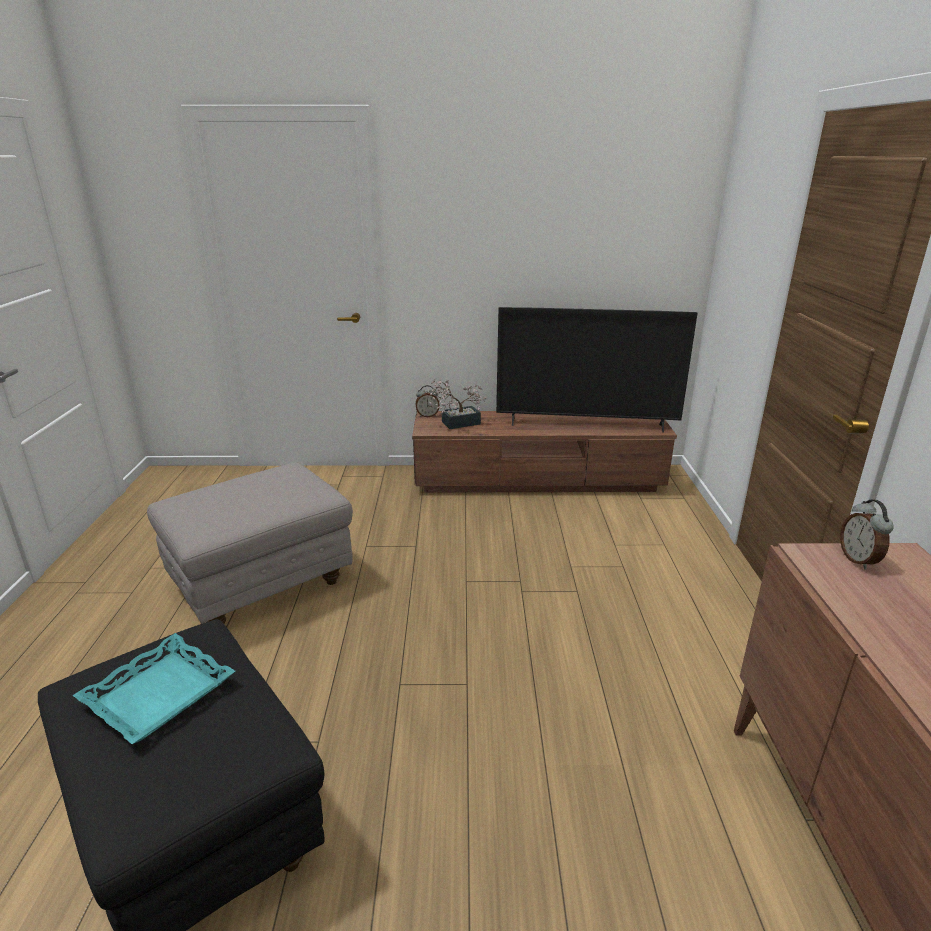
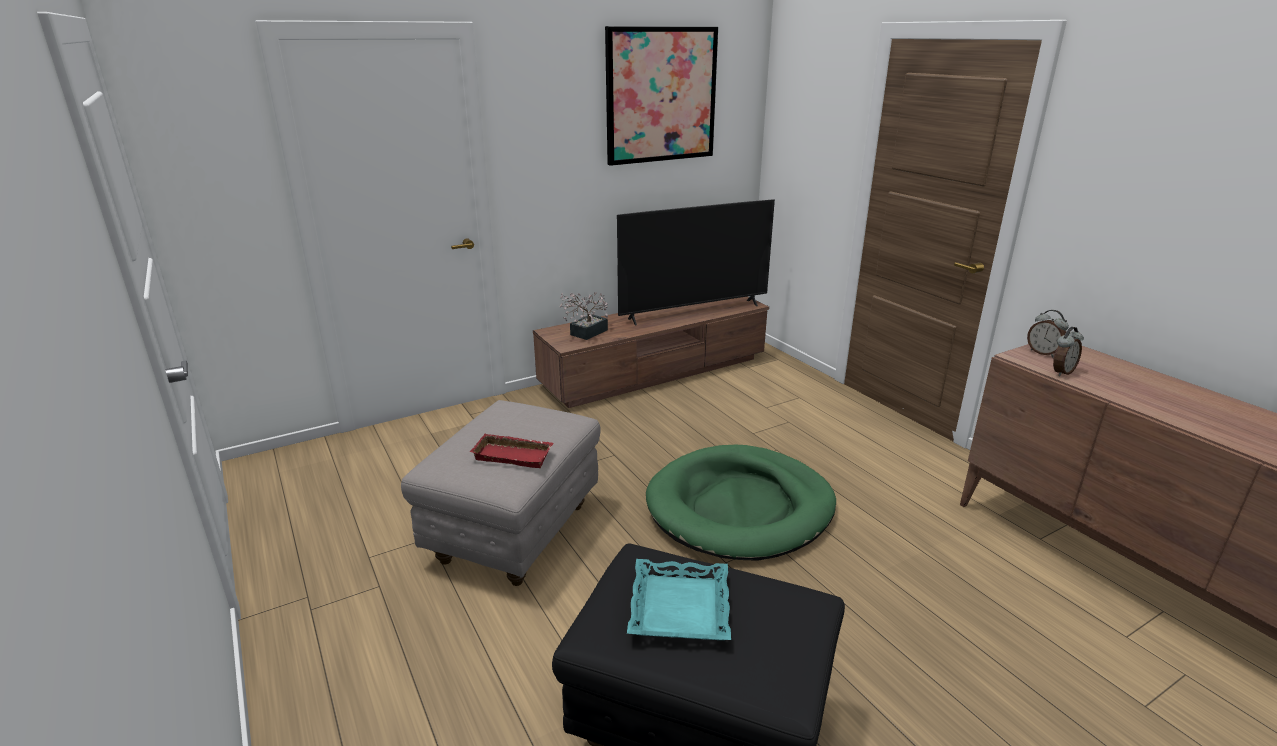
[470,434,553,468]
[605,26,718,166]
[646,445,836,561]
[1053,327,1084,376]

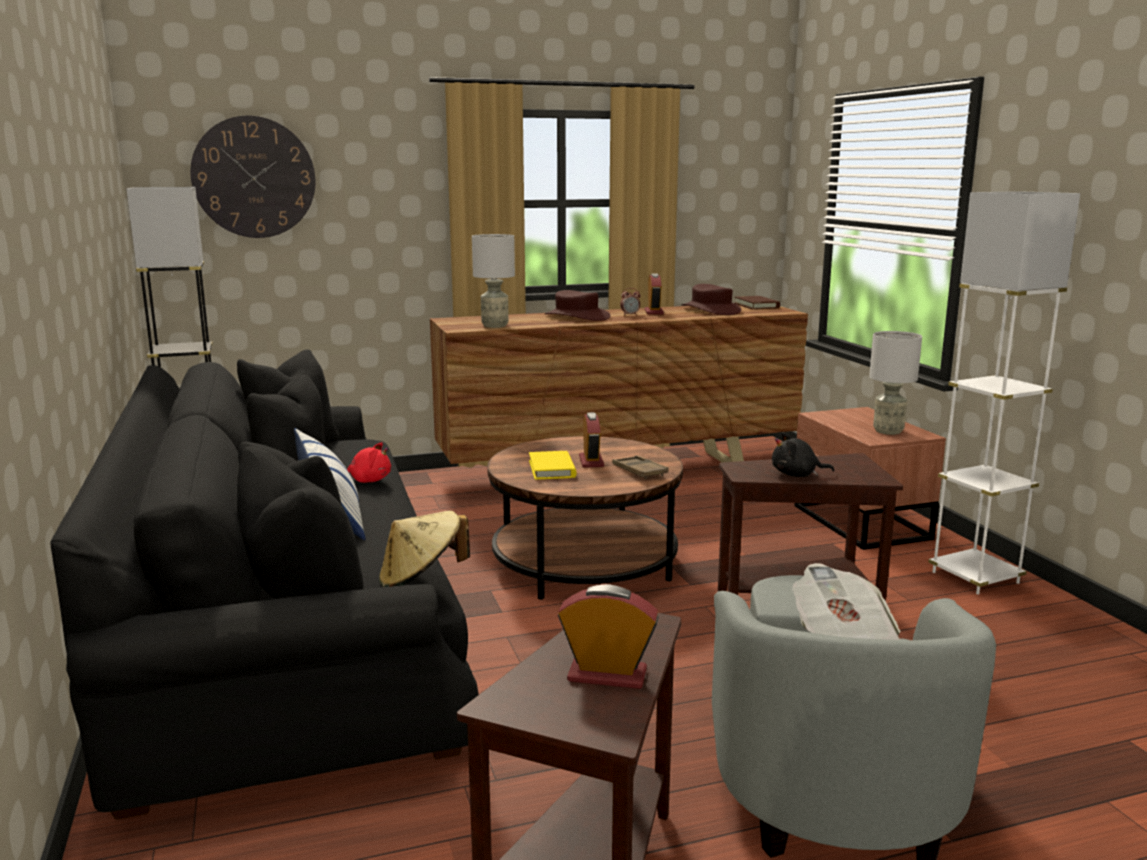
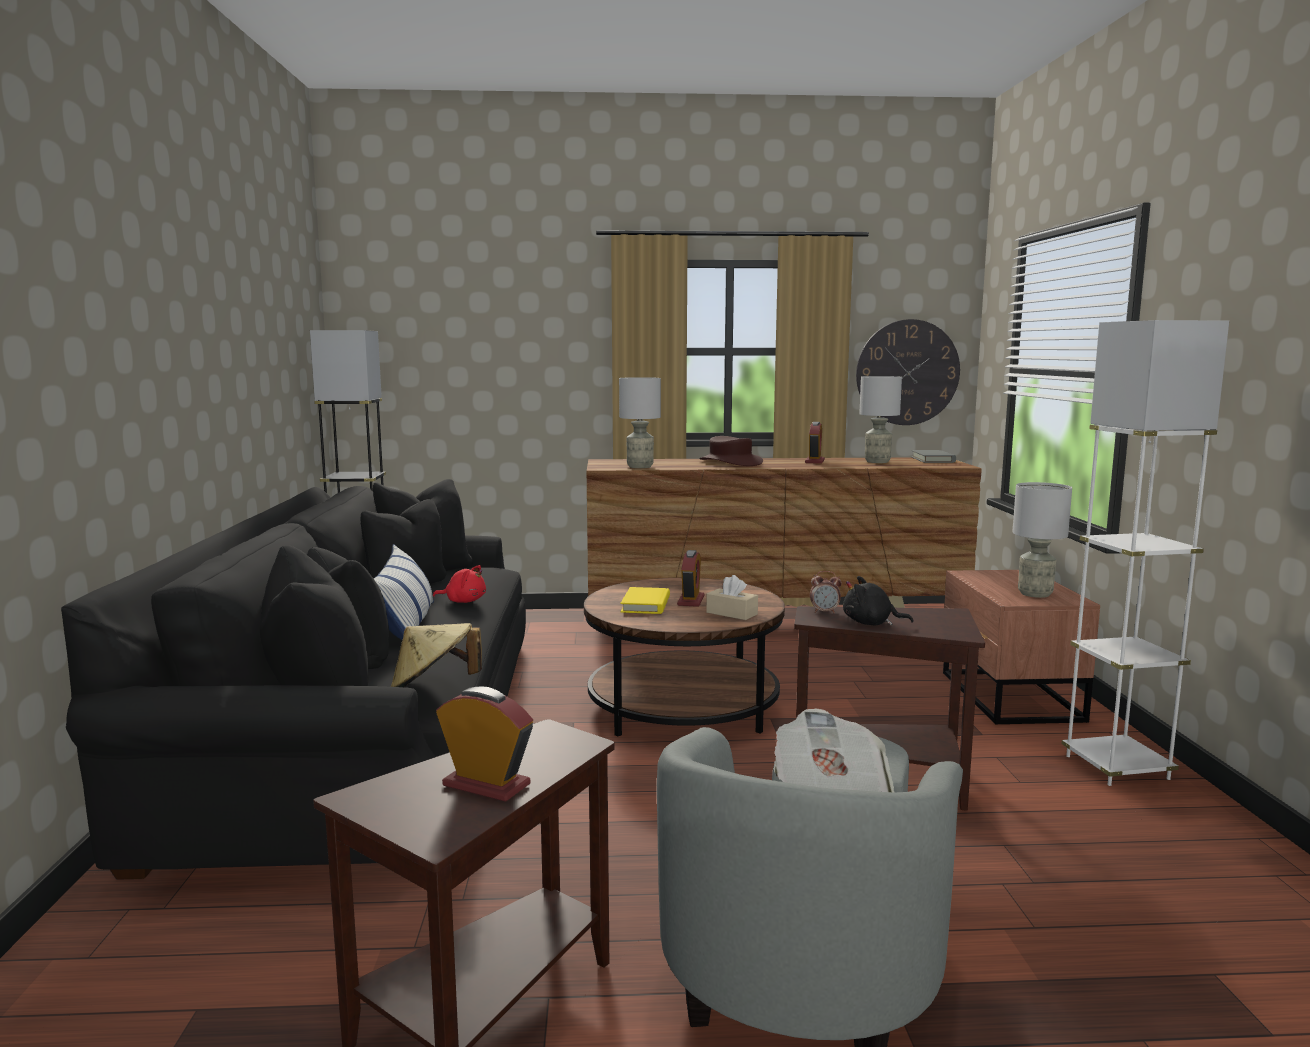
[706,575,758,620]
[810,571,842,613]
[856,319,960,425]
[859,376,902,463]
[911,450,956,463]

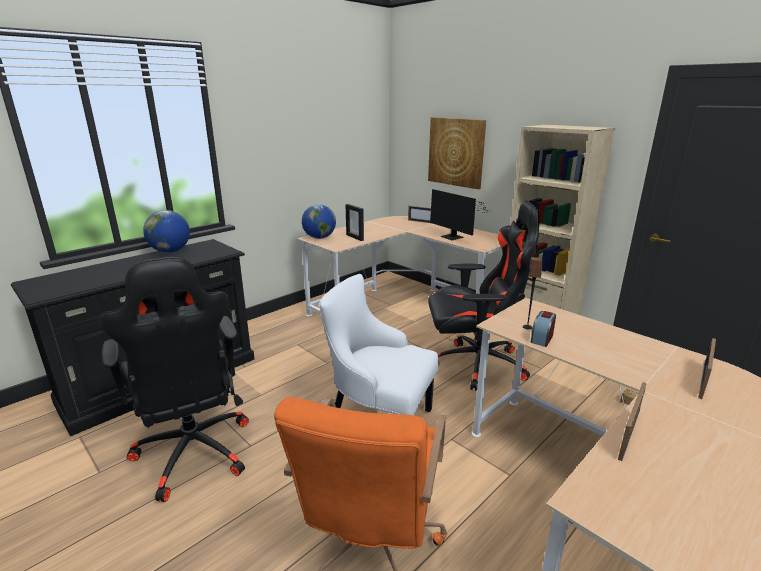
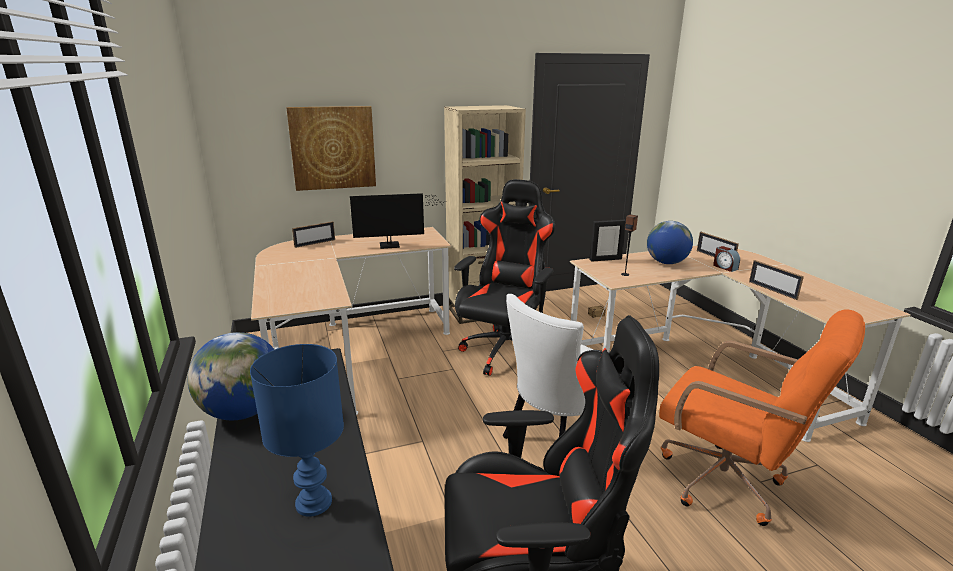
[250,344,344,517]
[589,220,626,262]
[647,221,693,264]
[713,246,740,272]

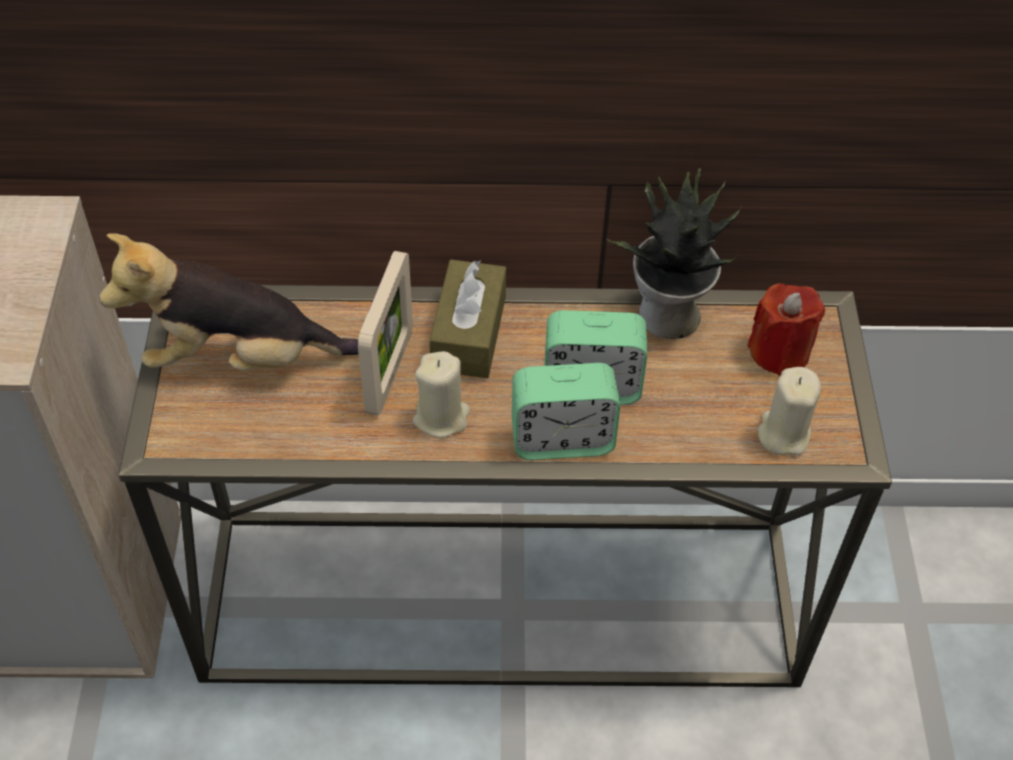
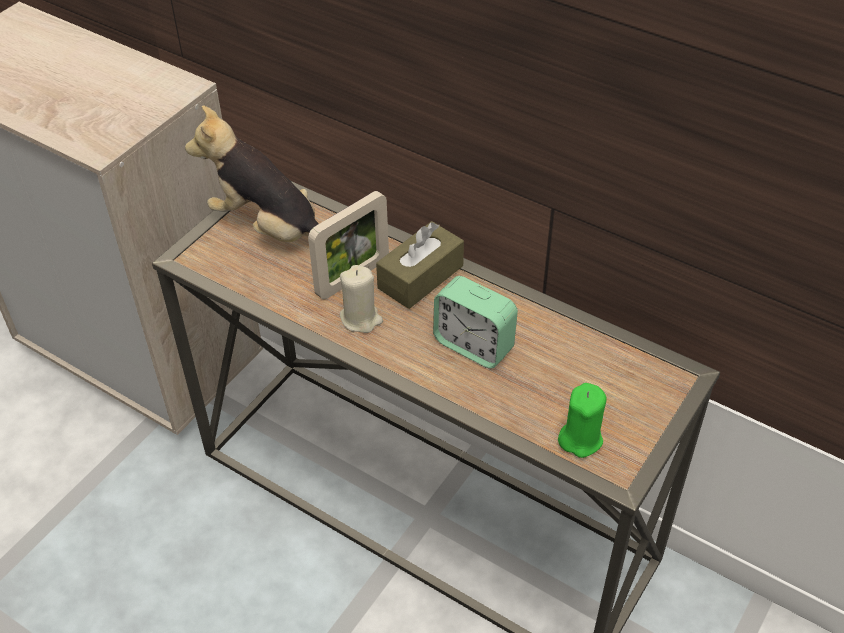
[558,383,607,458]
[512,363,620,460] (first image)
[607,168,743,339] (first image)
[747,283,825,376] (first image)

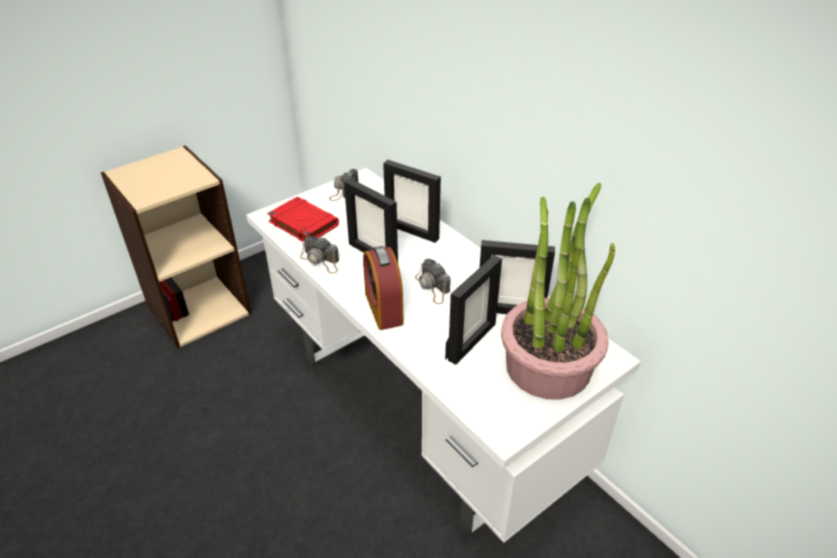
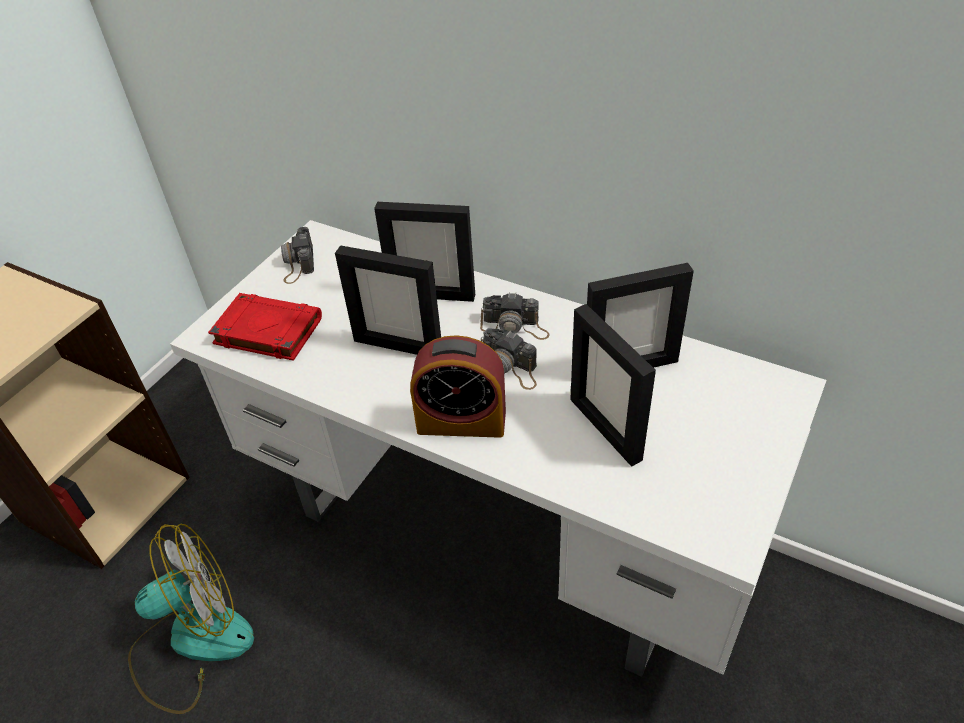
[128,524,254,714]
[410,335,506,438]
[480,292,550,340]
[570,304,656,467]
[501,183,615,400] (first image)

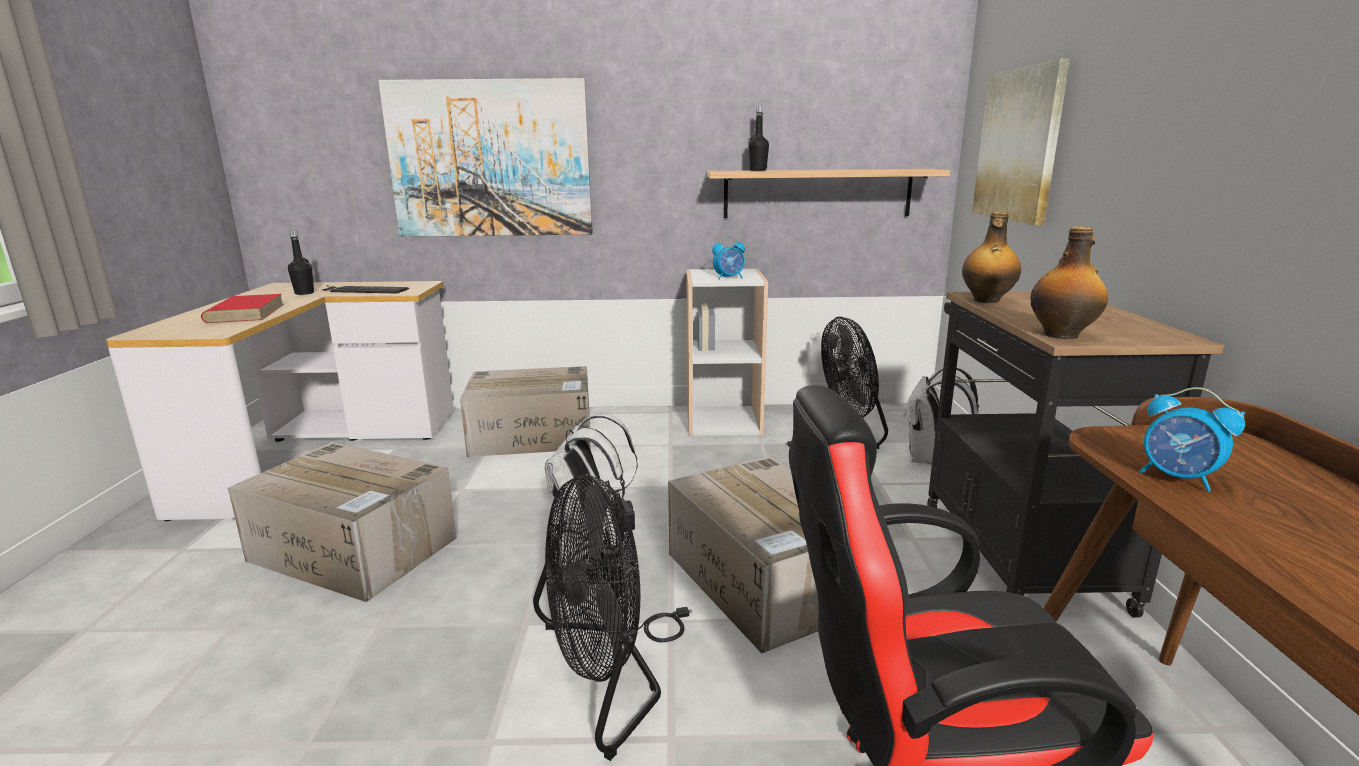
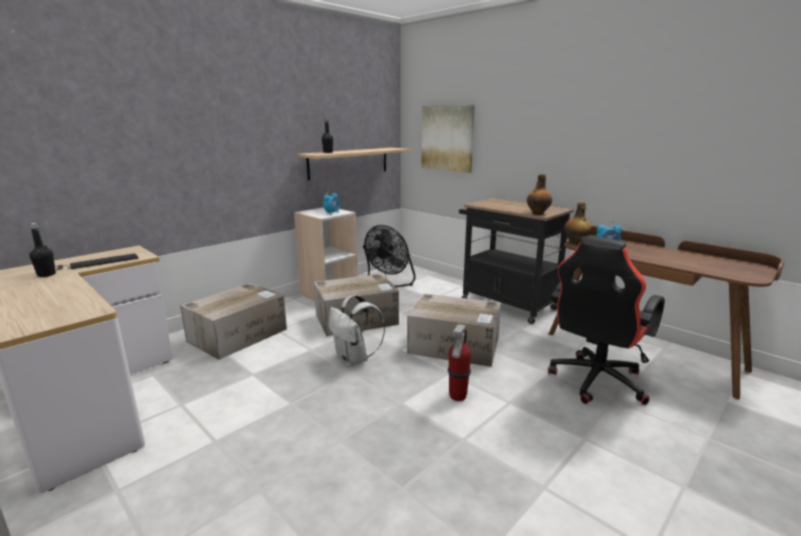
[314,274,399,337]
[448,324,471,401]
[564,202,592,244]
[201,294,284,323] (first image)
[378,78,593,237] (first image)
[905,367,979,465] (first image)

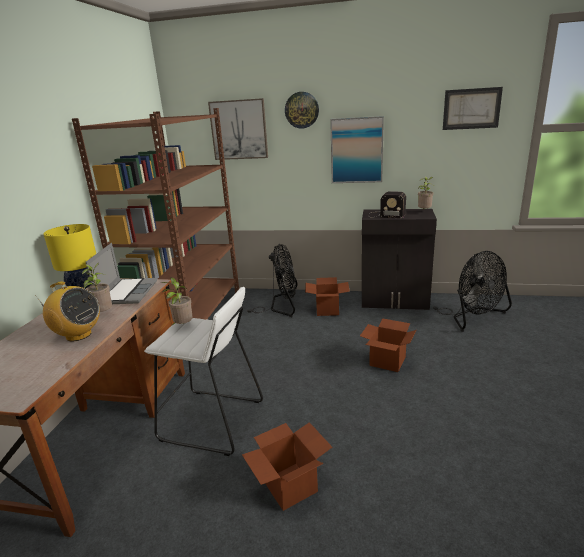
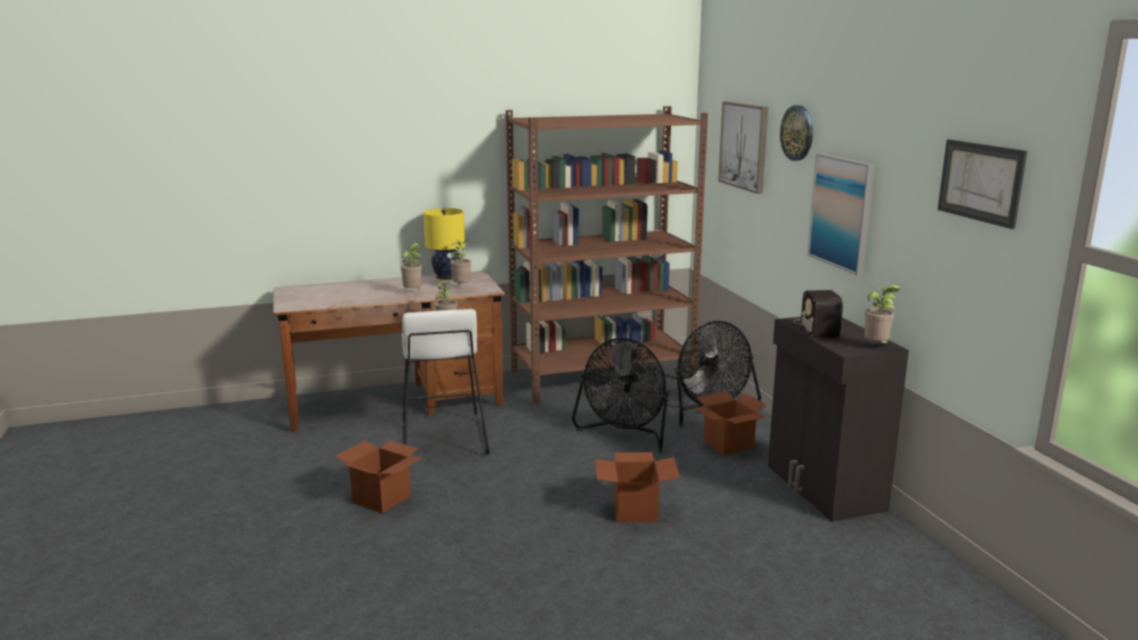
[450,239,471,284]
[572,338,670,452]
[35,281,100,341] (first image)

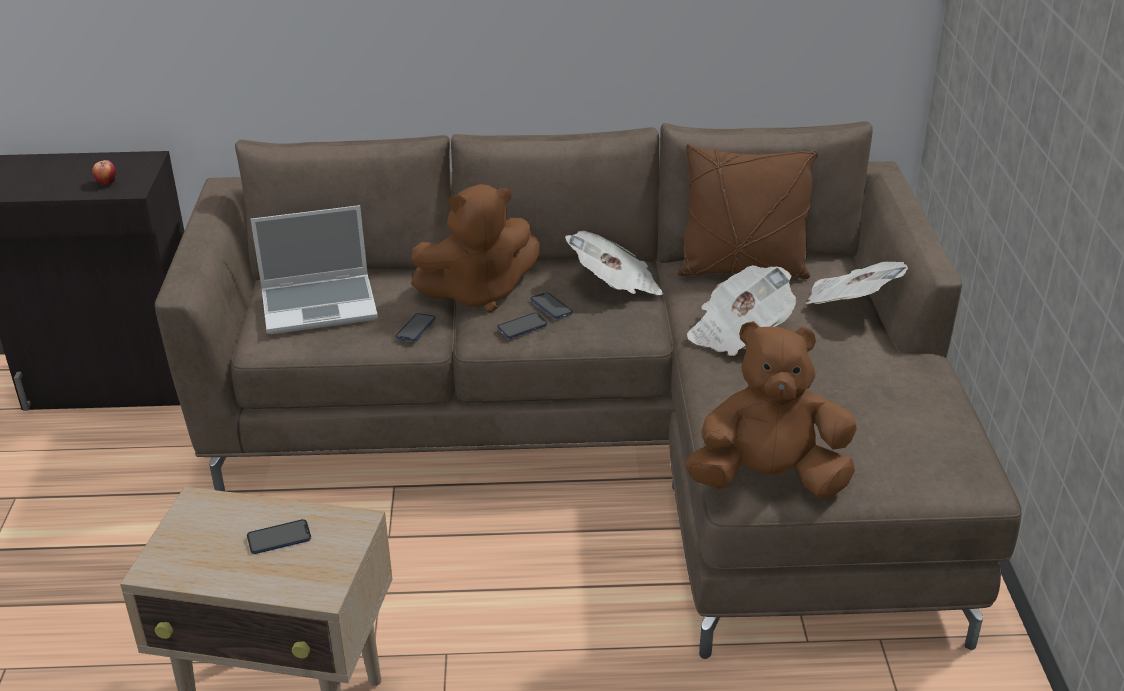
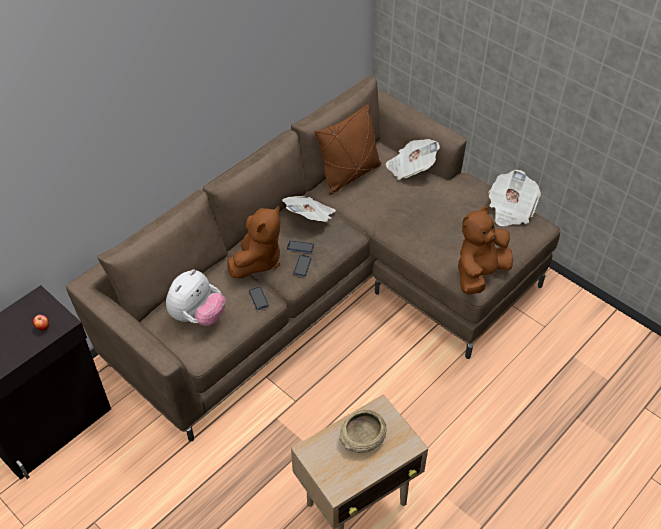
[166,269,226,326]
[339,410,387,453]
[488,170,541,226]

